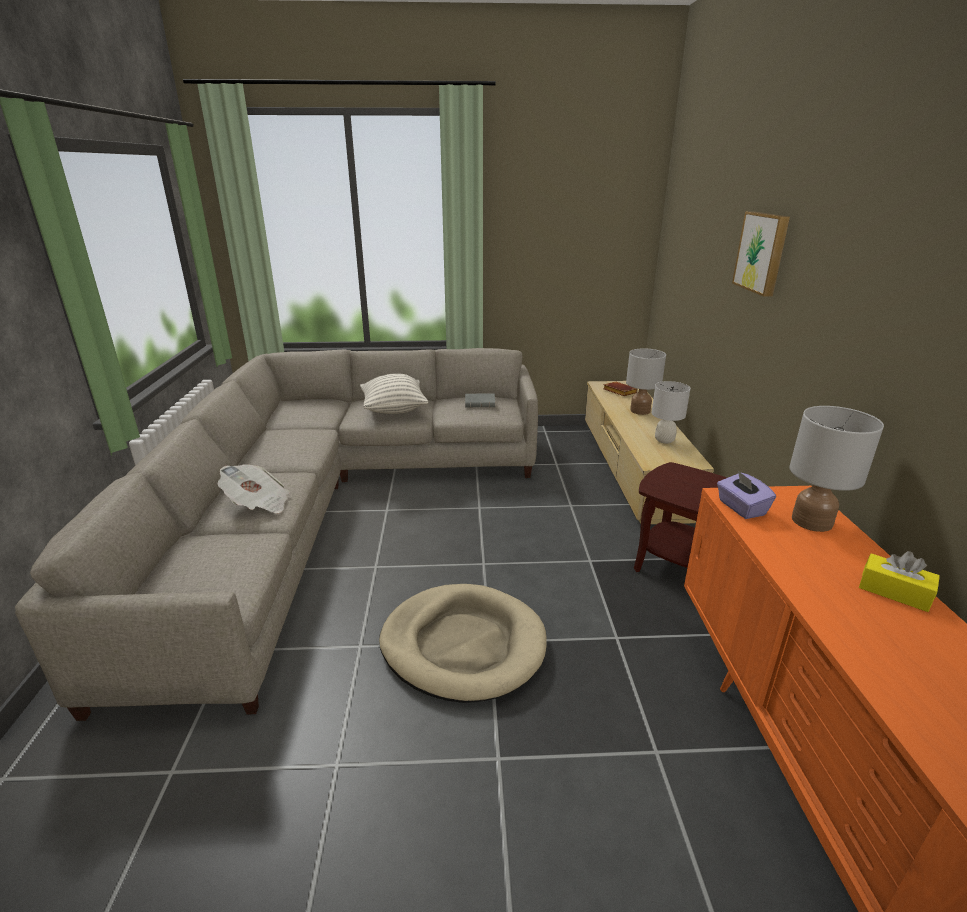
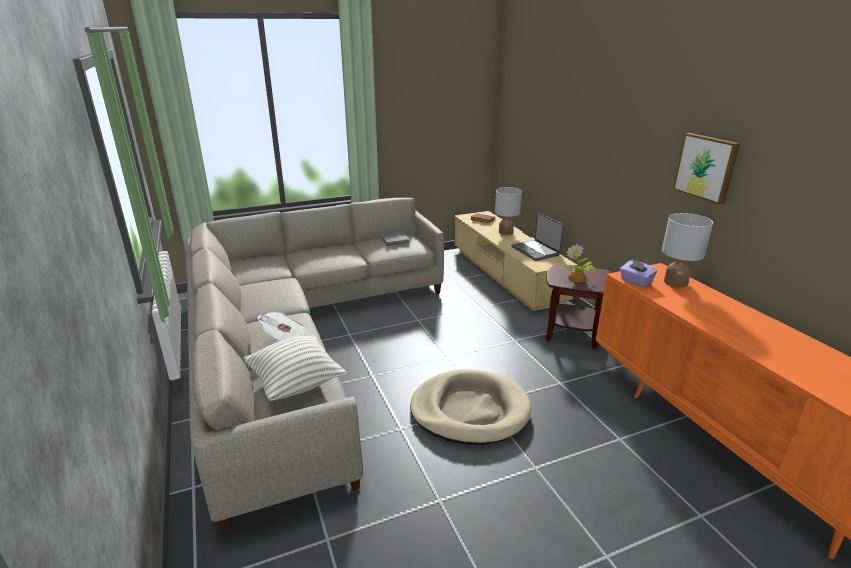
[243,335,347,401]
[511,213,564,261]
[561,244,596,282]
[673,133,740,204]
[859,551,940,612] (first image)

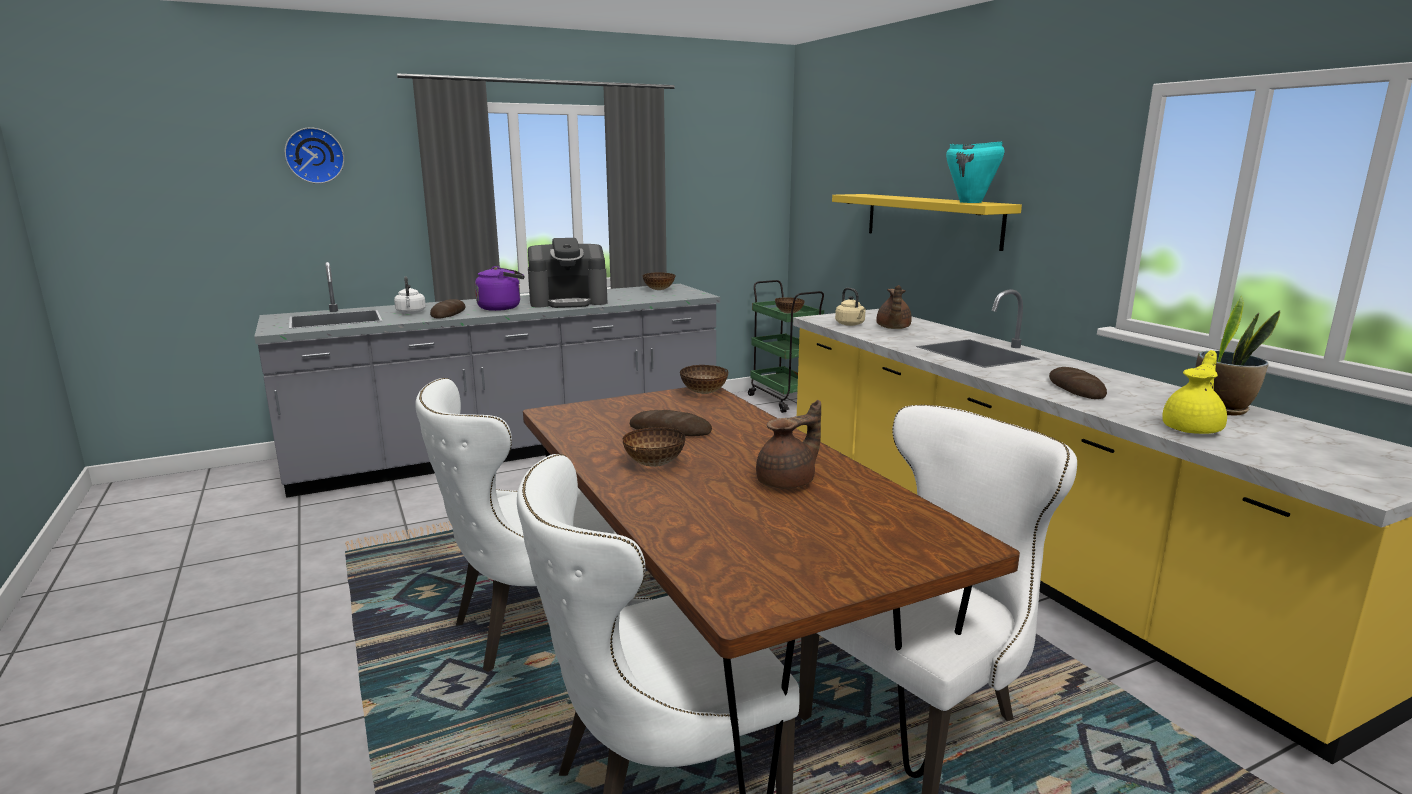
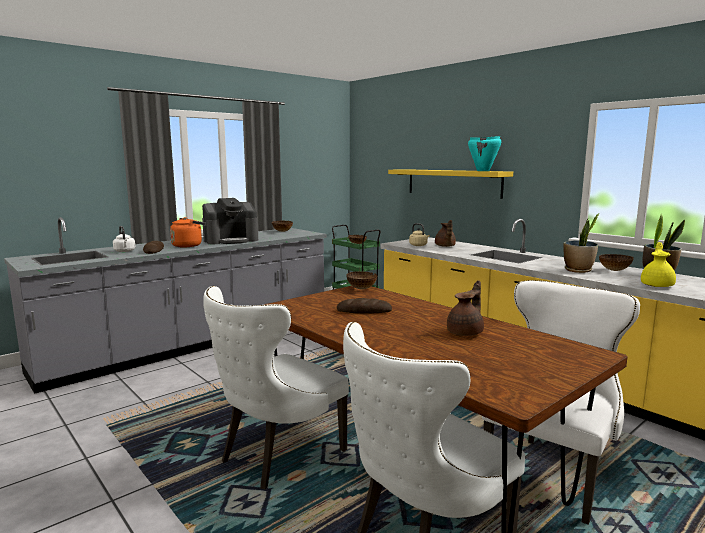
[170,217,206,247]
[564,213,600,273]
[599,254,634,271]
[284,127,344,184] (first image)

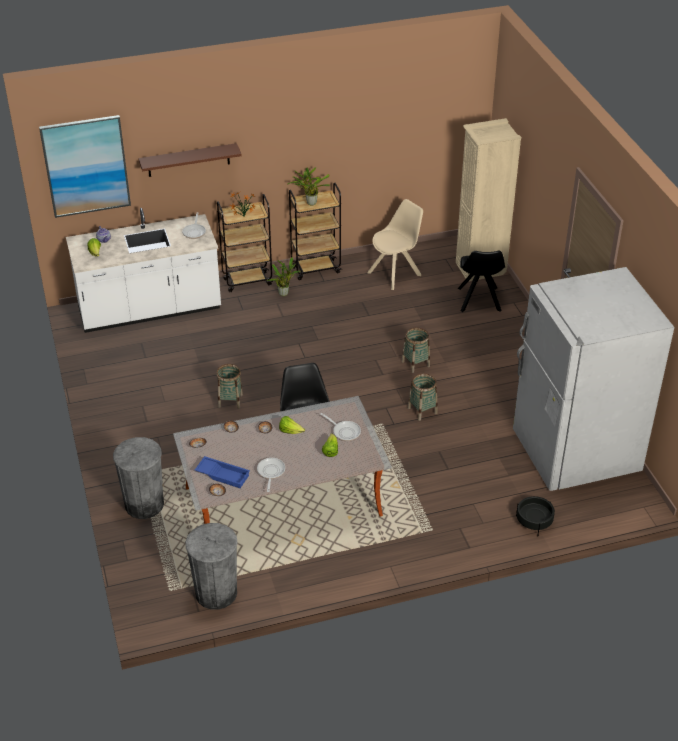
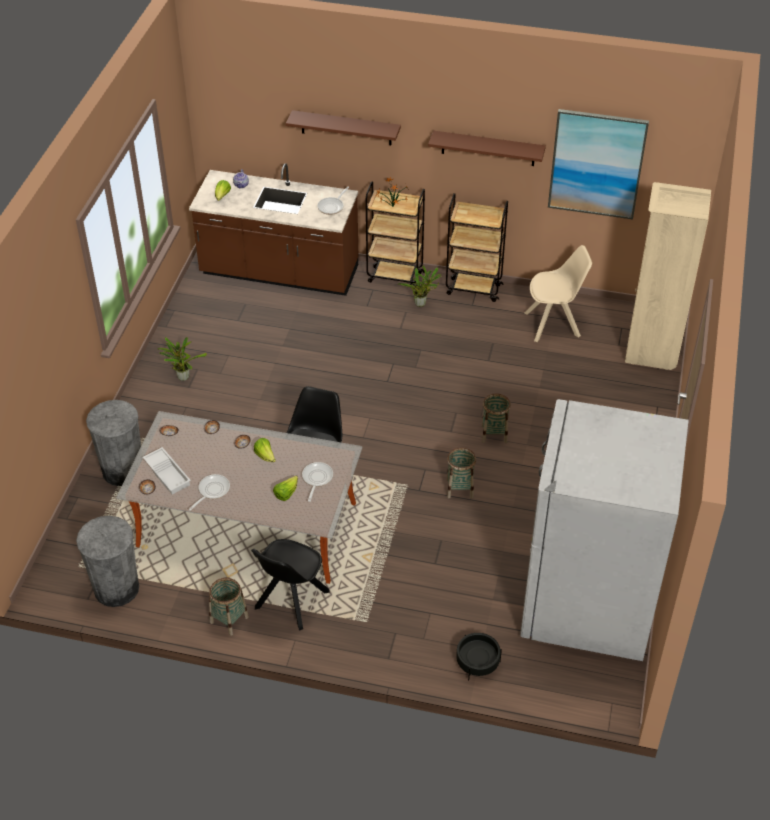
[142,447,191,495]
[158,337,207,381]
[189,163,358,296]
[209,578,249,636]
[251,539,330,631]
[302,462,333,502]
[428,131,546,166]
[548,109,649,219]

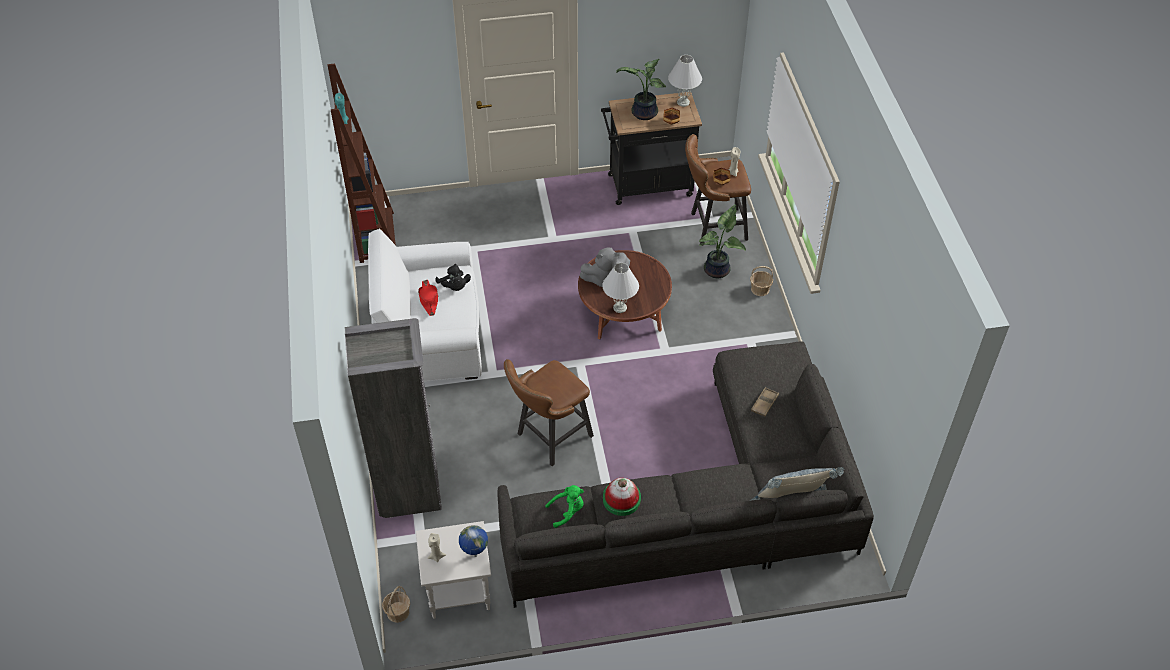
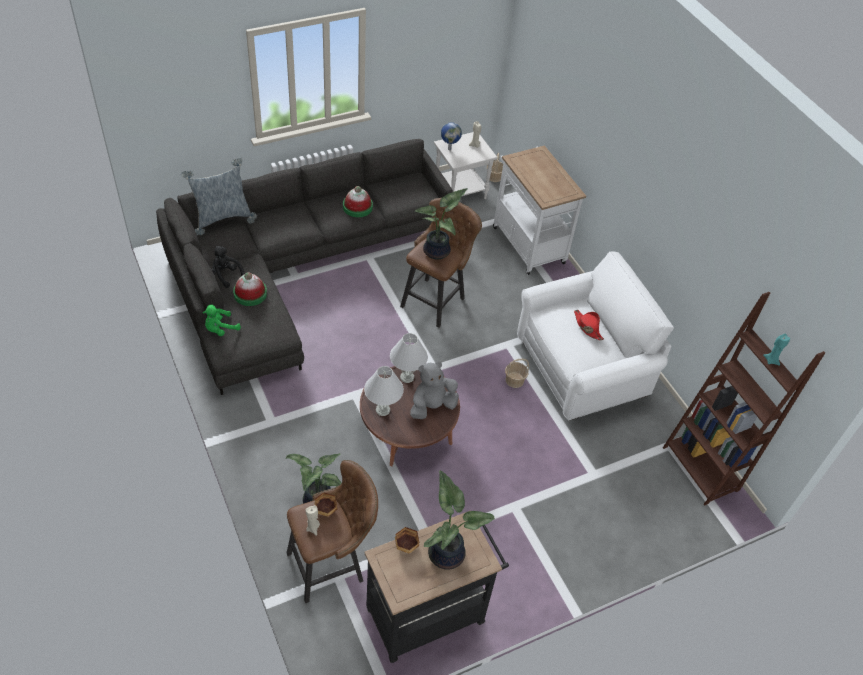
[203,305,241,336]
[212,246,245,288]
[233,272,267,306]
[364,366,404,416]
[415,188,467,260]
[493,145,586,275]
[505,359,529,388]

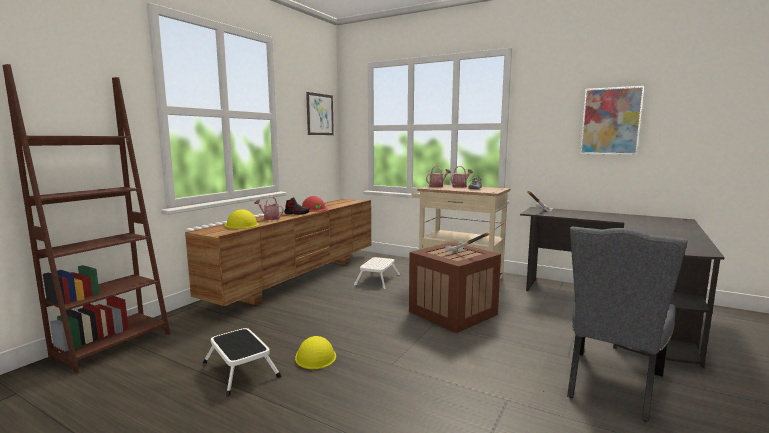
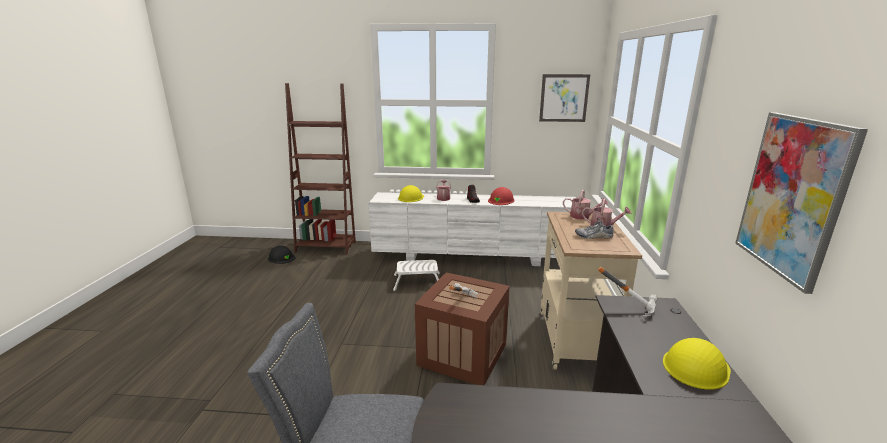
[268,246,296,264]
[368,192,576,266]
[393,260,440,291]
[663,338,731,390]
[203,328,281,397] (first image)

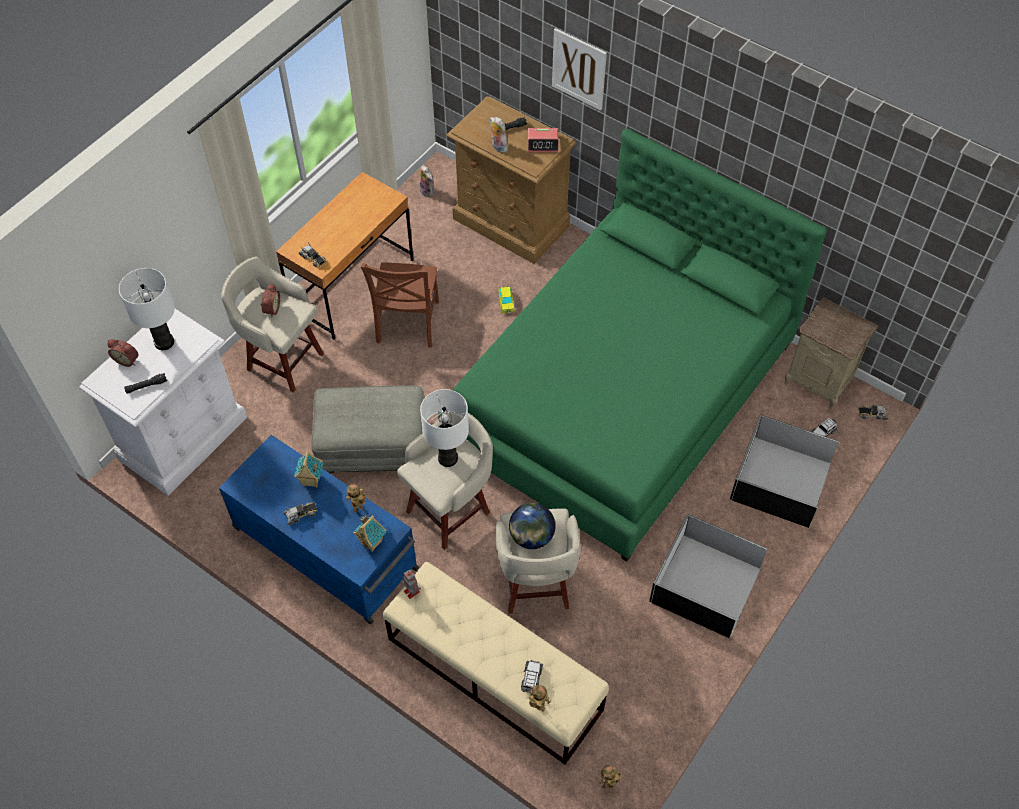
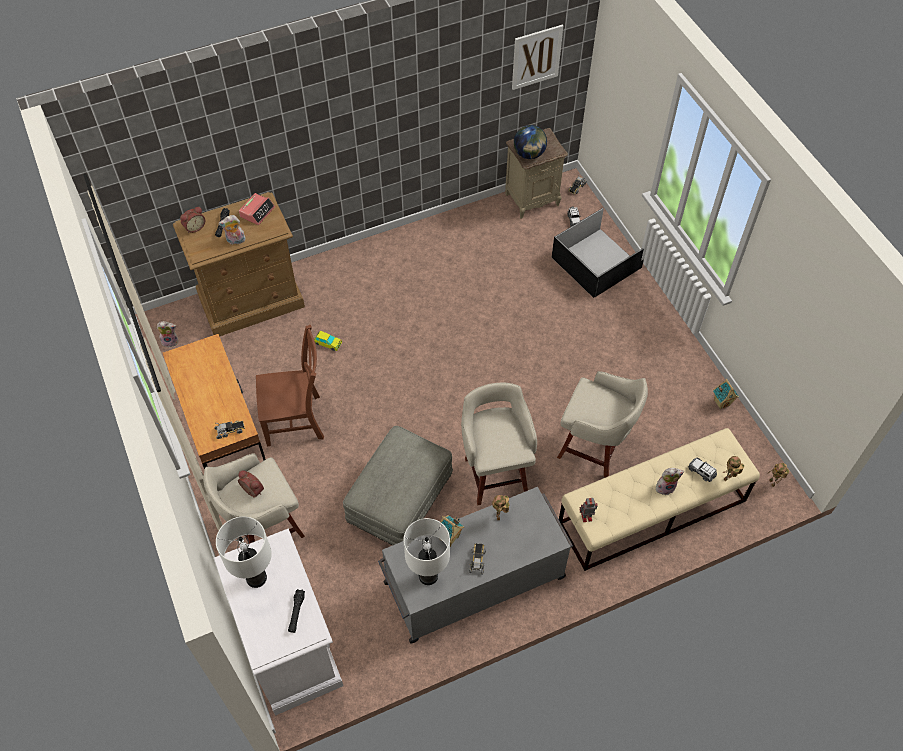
[180,207,205,233]
[256,325,324,446]
[378,487,573,643]
[403,518,450,585]
[512,25,563,90]
[514,125,547,159]
[656,468,684,495]
[713,379,739,409]
[439,129,827,562] (first image)
[649,514,768,638] (first image)

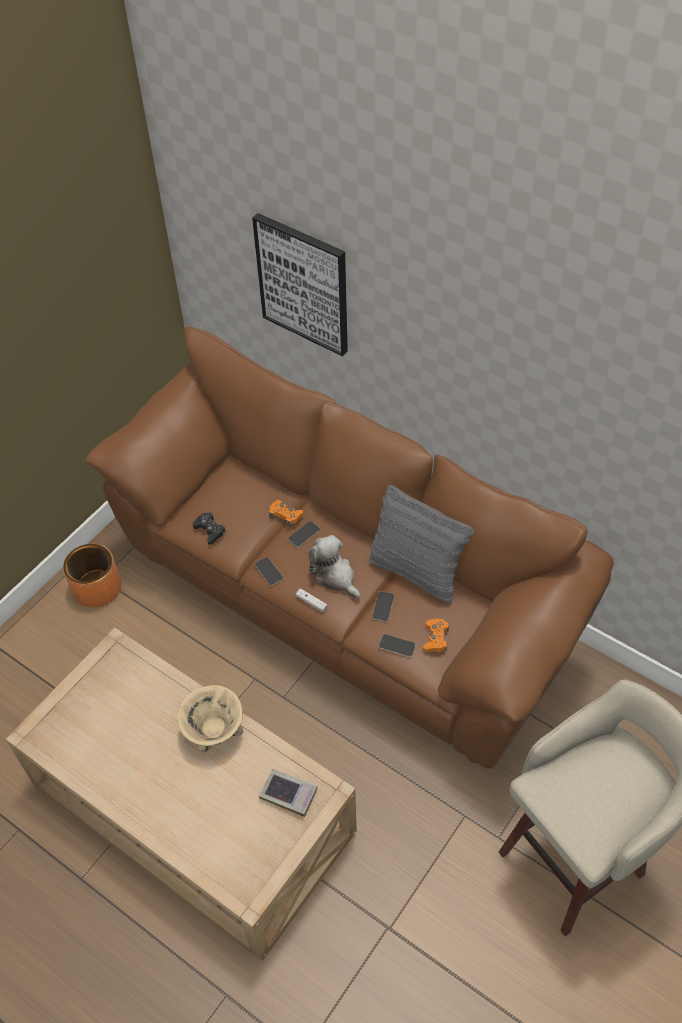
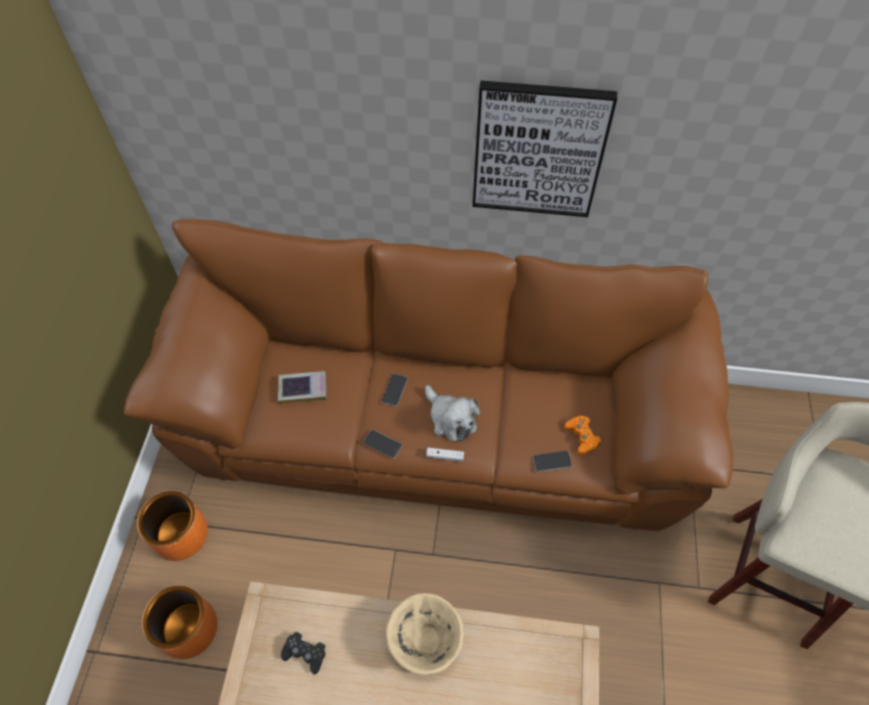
[142,585,217,659]
[278,371,326,404]
[281,632,326,675]
[425,385,480,442]
[473,81,617,217]
[269,500,304,527] (first image)
[369,485,474,603] (first image)
[372,591,395,622] (first image)

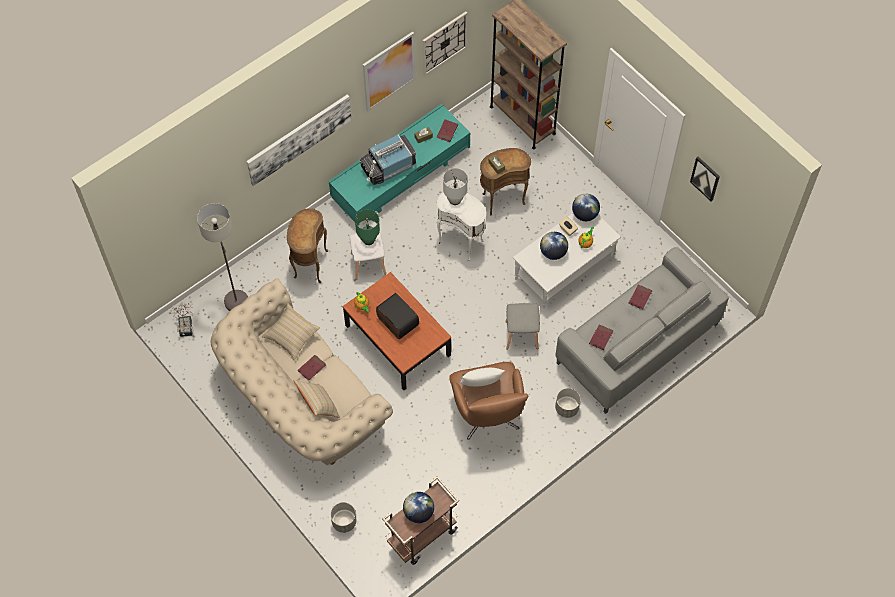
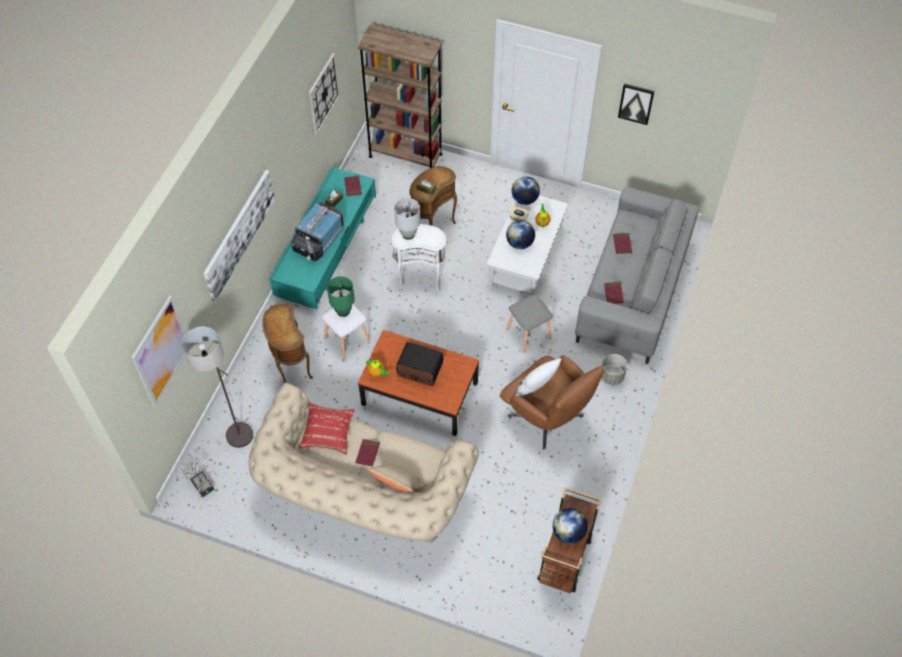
[131,295,186,407]
[299,402,355,455]
[330,502,356,533] (first image)

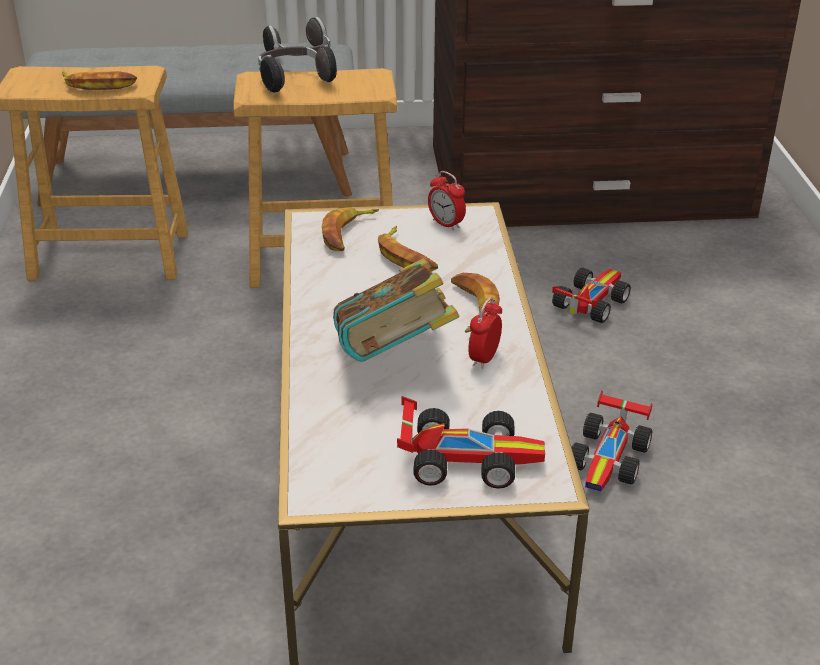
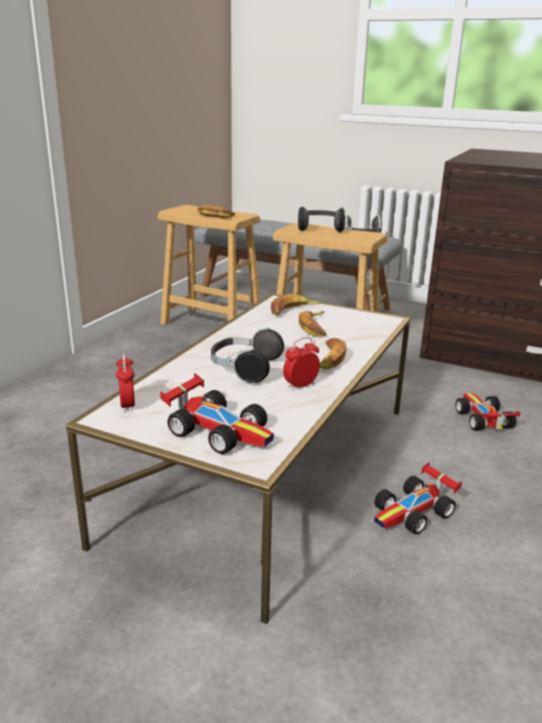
[116,352,135,412]
[211,327,284,384]
[456,393,520,430]

